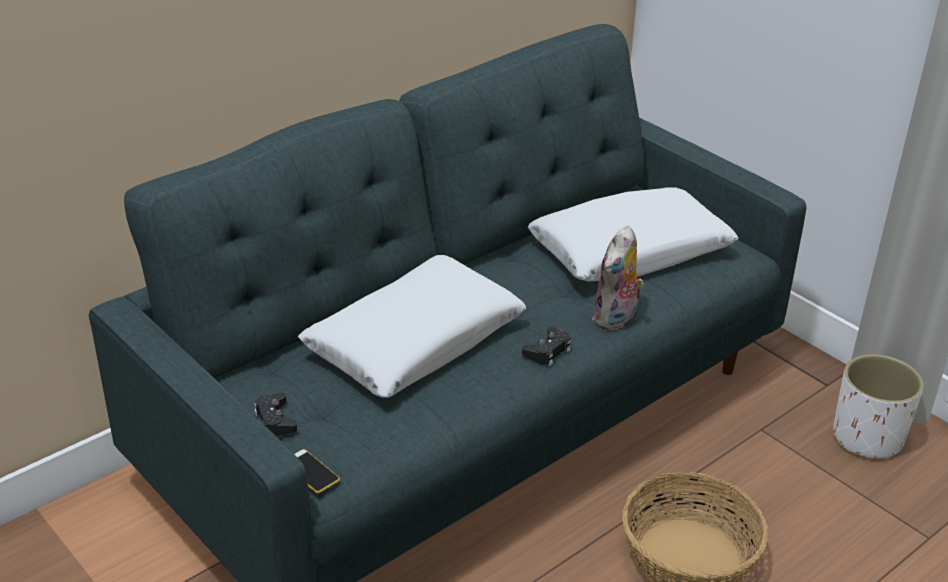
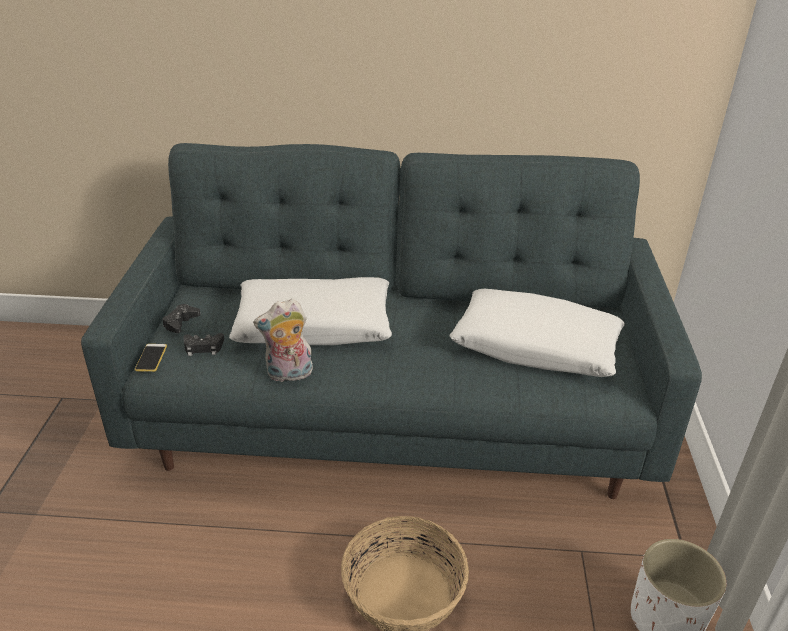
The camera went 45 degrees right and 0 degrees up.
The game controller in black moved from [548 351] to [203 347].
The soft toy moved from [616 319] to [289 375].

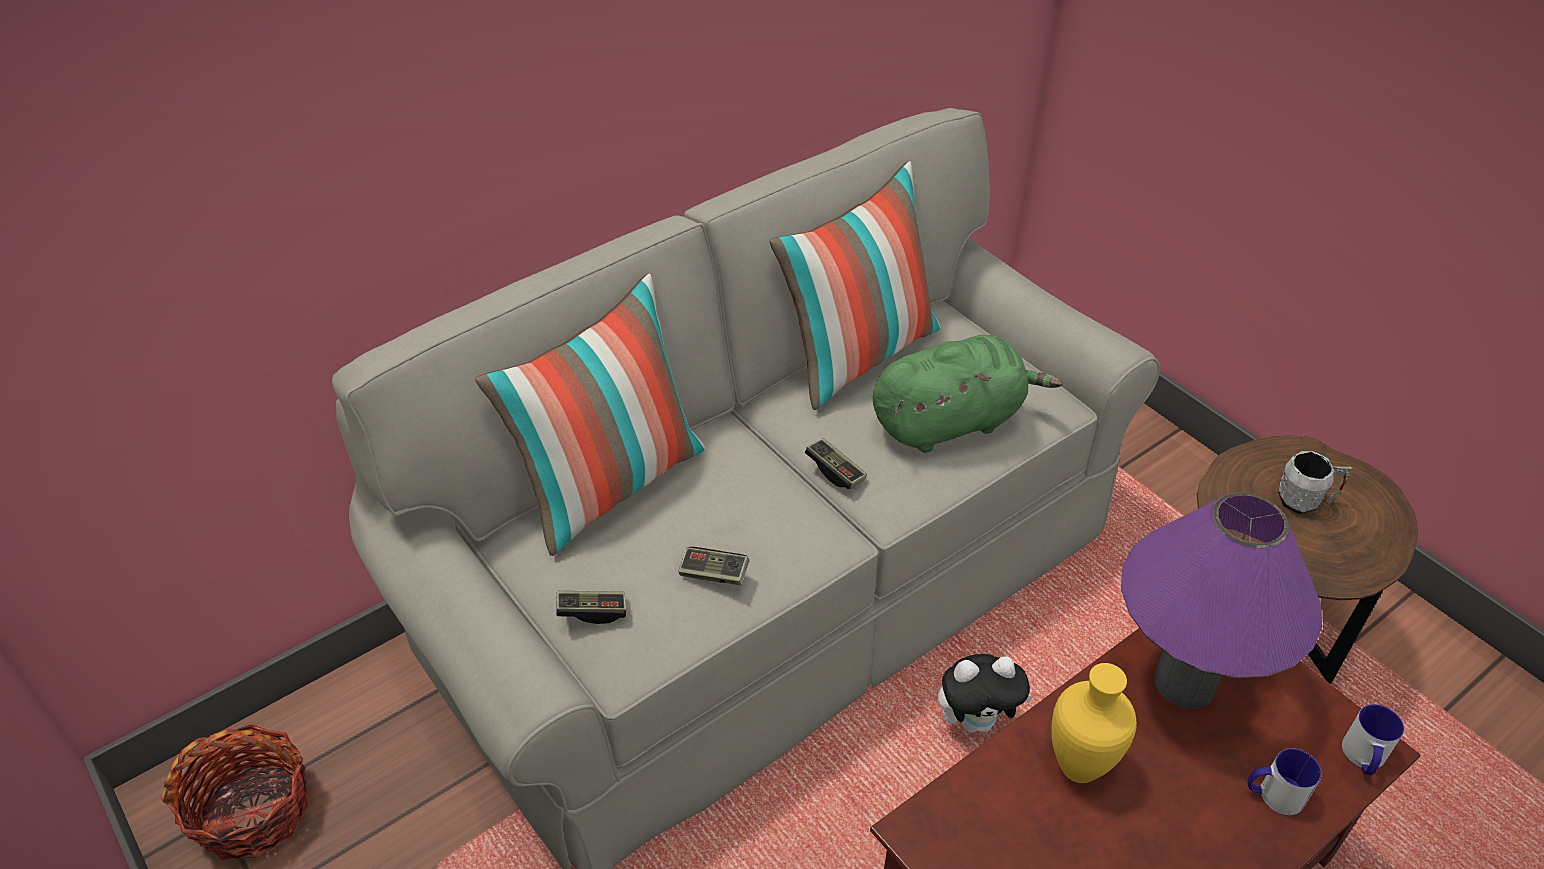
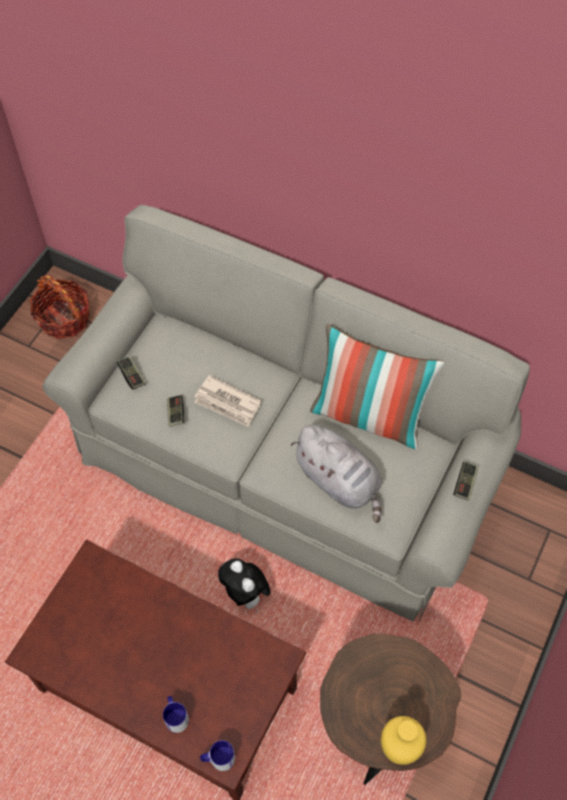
The camera went 65 degrees right and 15 degrees up.
The cushion at [610 484] disappeared.
The game controller moved from [835 471] to [465 483].
The soft toy in greenish at [951 421] became the soft toy in grey at [340 481].
The flower vase in yellow moved from [1080 766] to [400 750].
The tabletop lamp in purple at [1184 683] disappeared.
The tea mug in grey at [1305 501] disappeared.
The printed paper at [227 403] appeared.

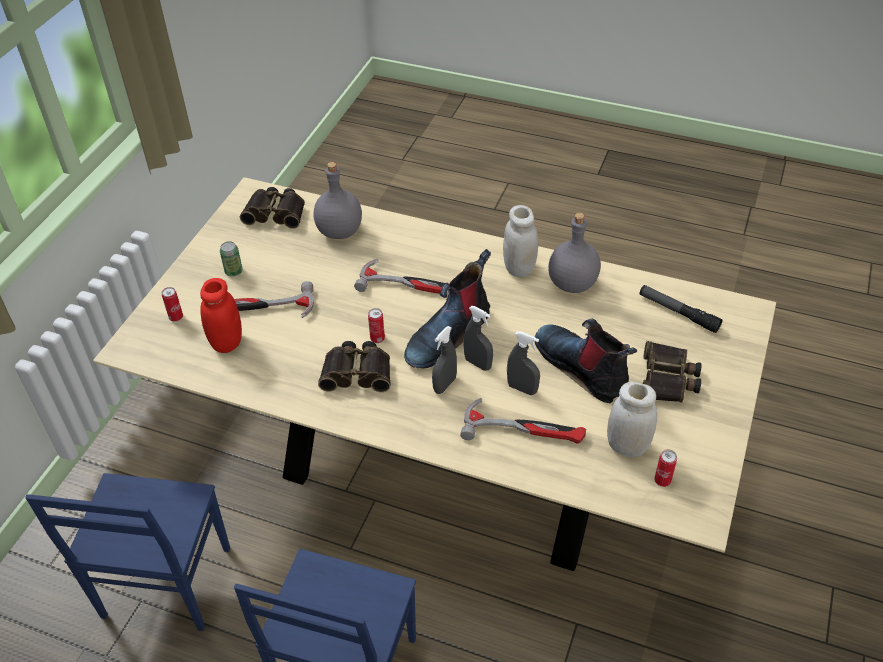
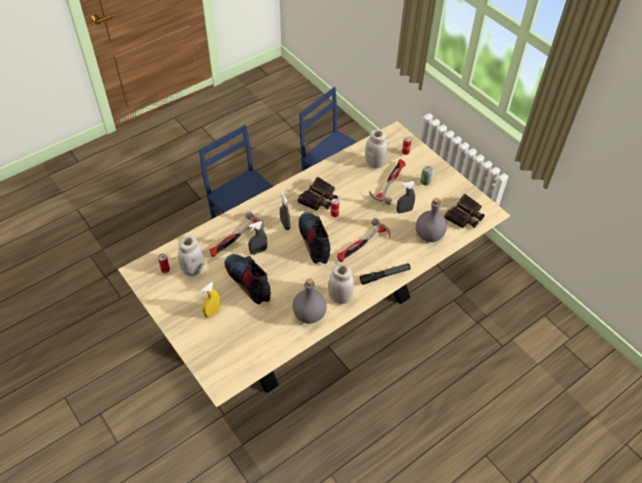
The camera went 120 degrees right and 5 degrees up.
The preserve jar in reddish at [226 342] became the preserve jar in whitish at [374 163].
The sprayer in grey moved from [478 363] to [404 211].
The boot at [582 368] turned 120 degrees counterclockwise.
The hand torch moved from [678 312] to [385 276].
The field glasses at [668 379] was replaced by the sprayer in yellow at [212 312].

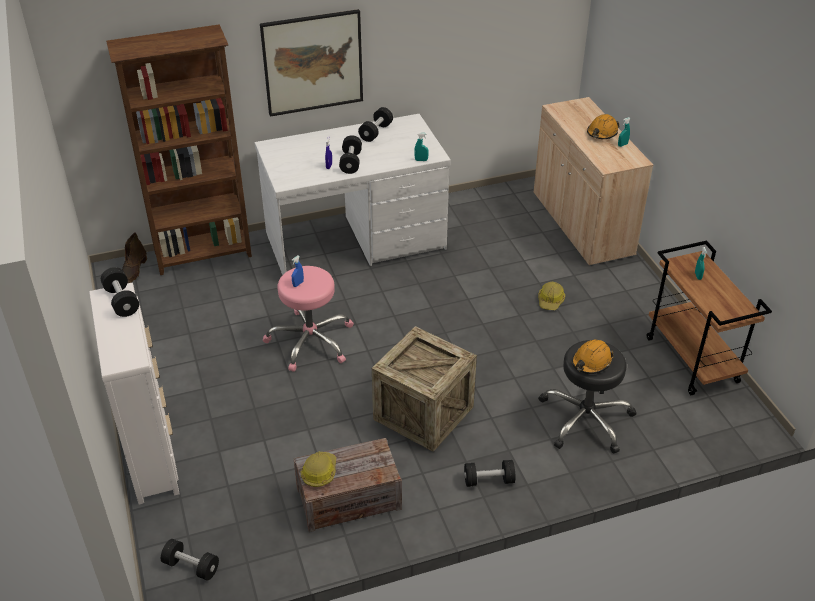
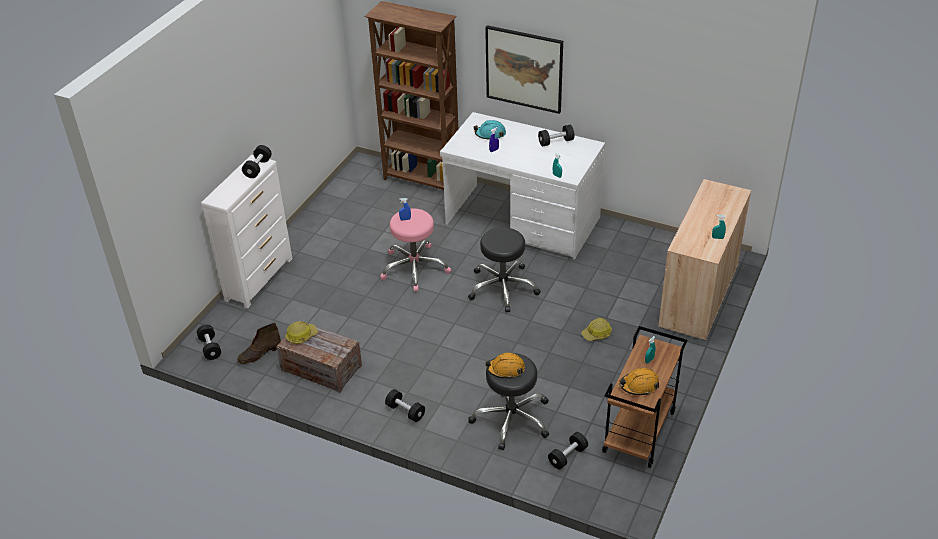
The camera went 45 degrees right and 0 degrees up.
The boot in brown moved from [133 271] to [259 354].
The dumbbell in black moved from [351 162] to [567 456].
The packing crate at [423 413] disappeared.
The safety helmet in orange-coloured moved from [602 133] to [639 385].
The sitting stool in black at [503 288] appeared.
The safety helmet in turquoise at [490 134] appeared.

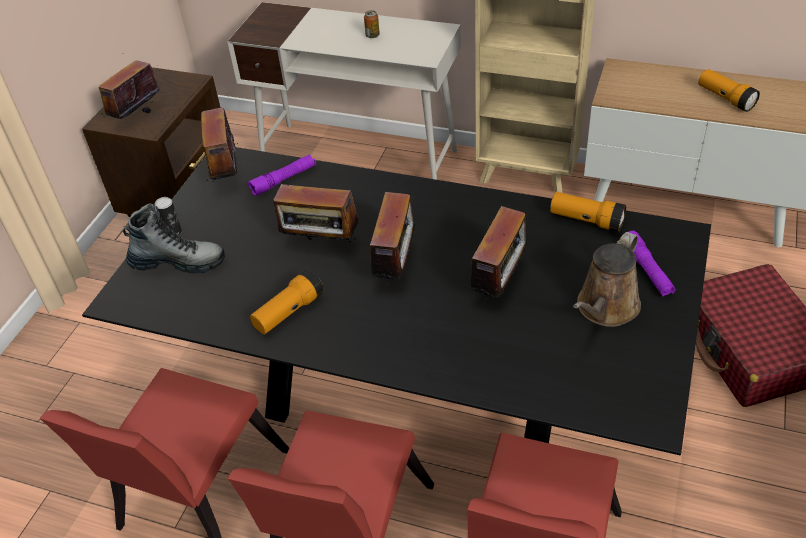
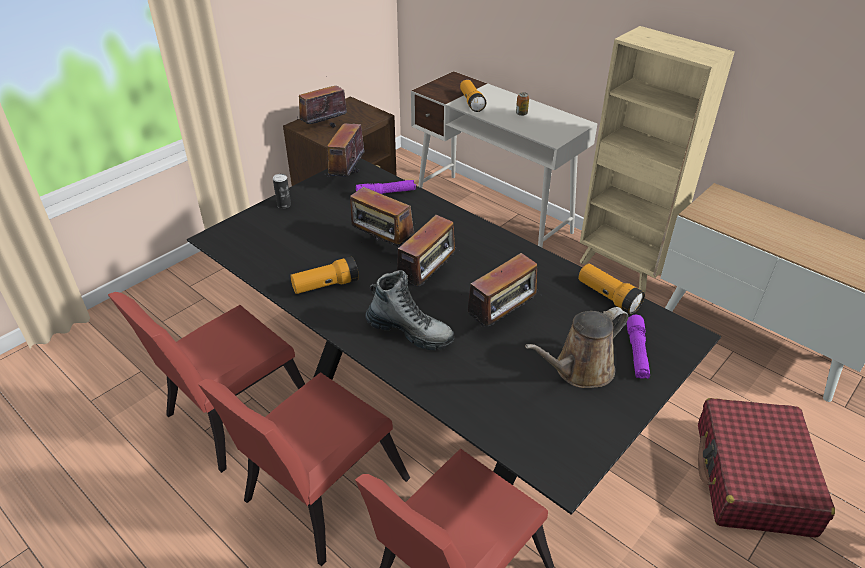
The camera went 20 degrees right and 5 degrees down.
The boot moved from [178 262] to [410 332].
The hand torch moved from [725 98] to [471 102].

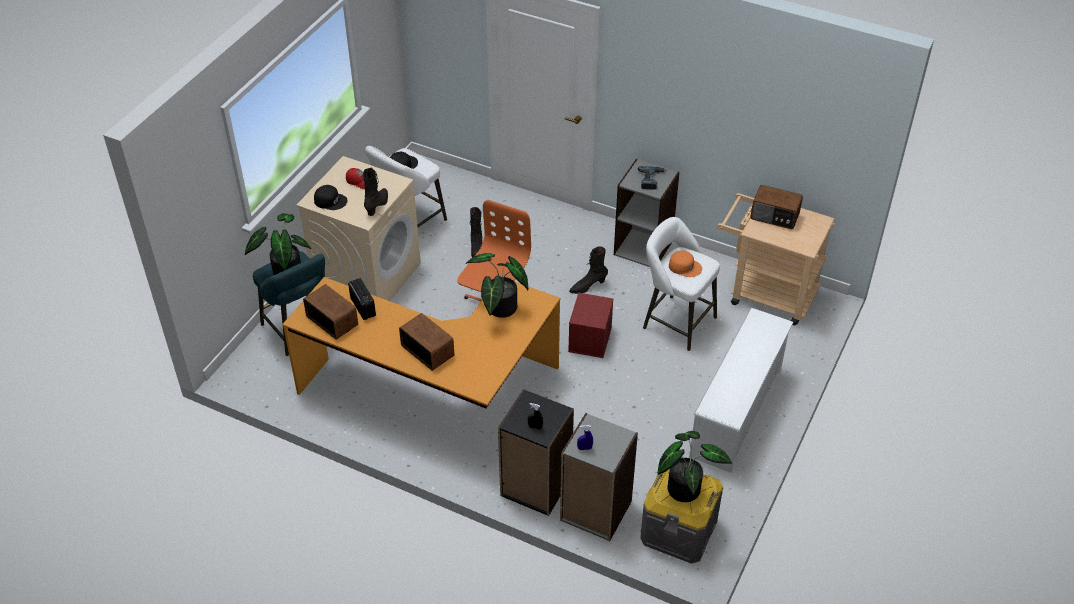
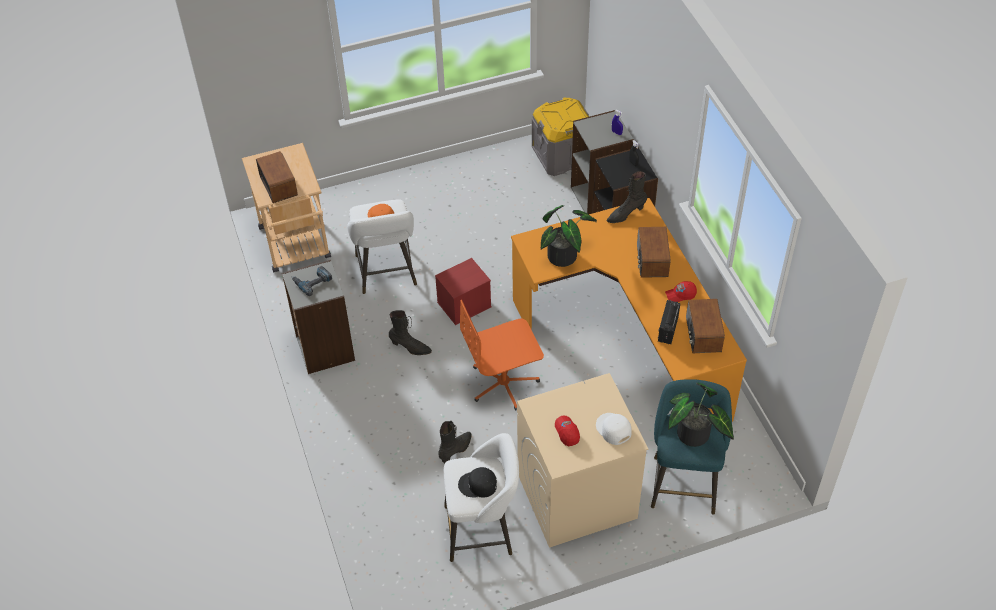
The camera went 135 degrees left and 5 degrees up.
The peaked cap in black at [330 200] became the peaked cap in whitish at [613 429].
The boot in black moved from [377 205] to [626 214].
The potted plant at [685 486] disappeared.
The shoe stand in whitish at [737 414] disappeared.
The peaked cap in reddish at [680 295] appeared.

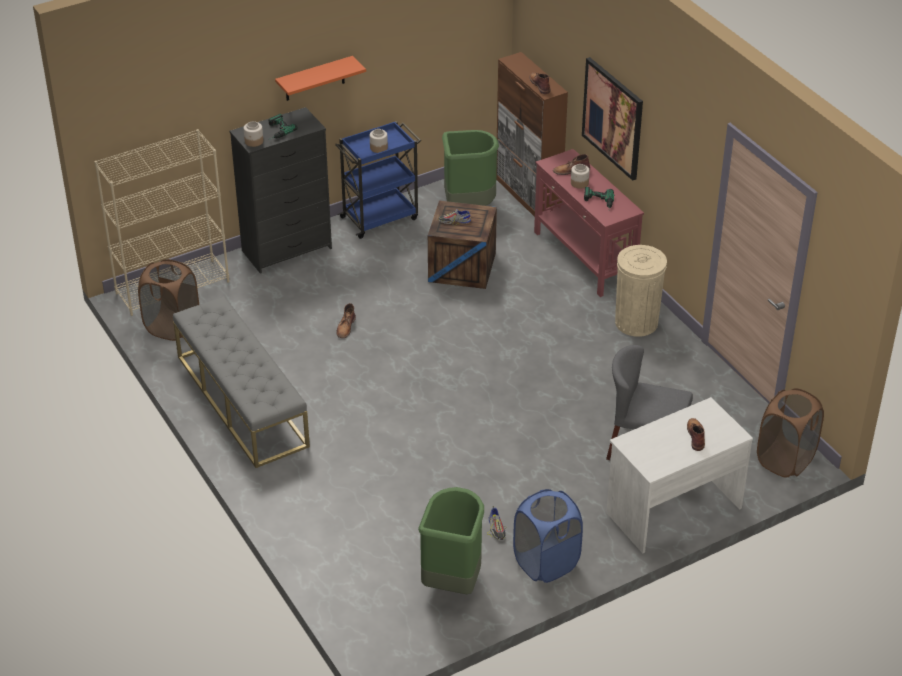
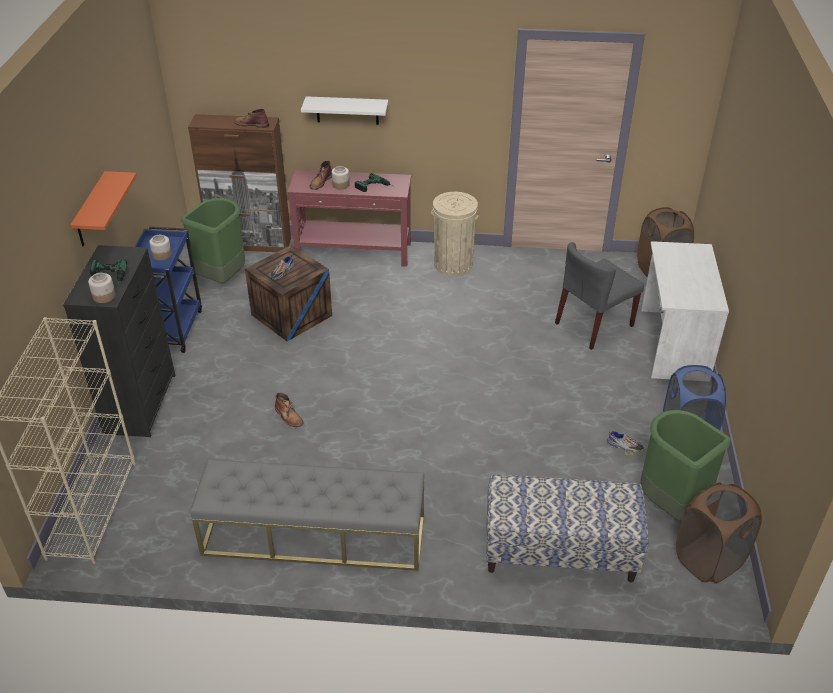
The camera went 55 degrees left and 0 degrees up.
The hamper in brown moved from [172 327] to [709 560].
The wall art at [613 118] was replaced by the shelf in whitish at [347 110].
The boot in brown at [696 435] disappeared.
The indoor bench at [559 552] appeared.

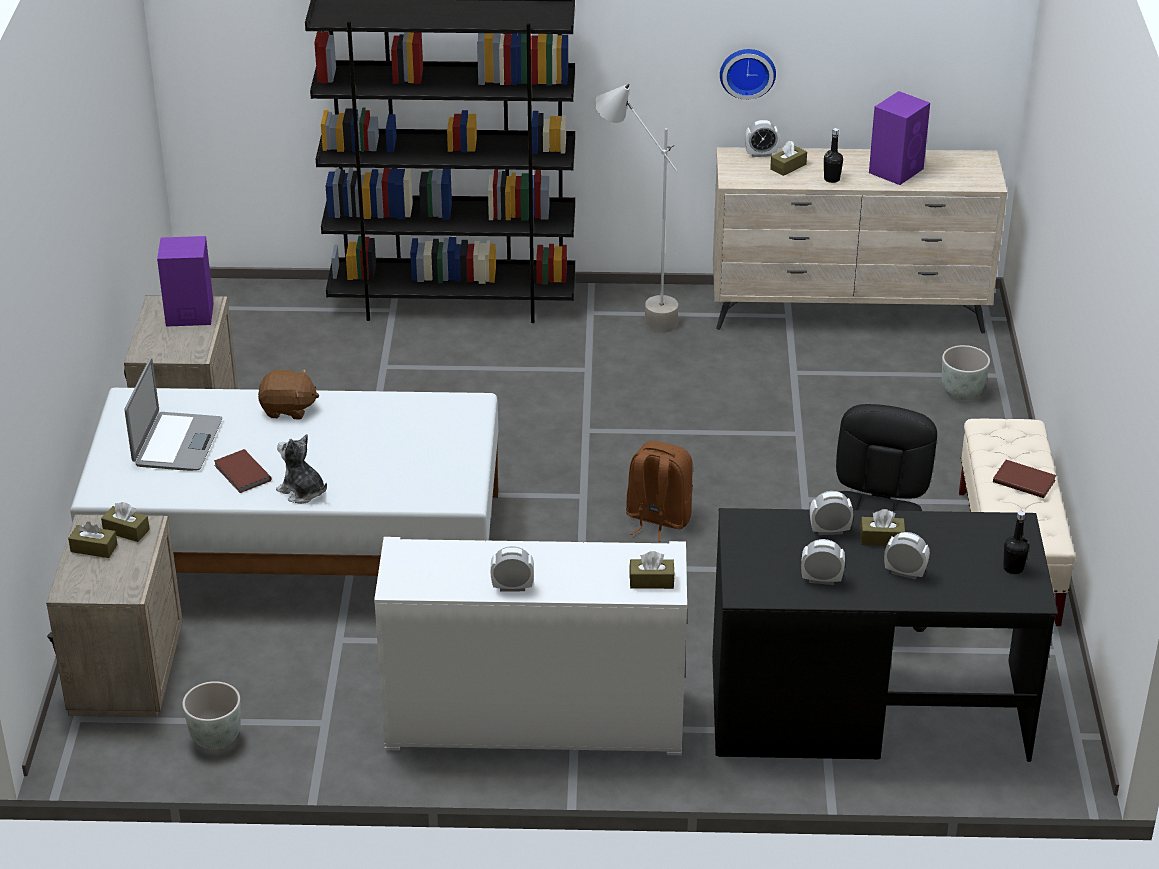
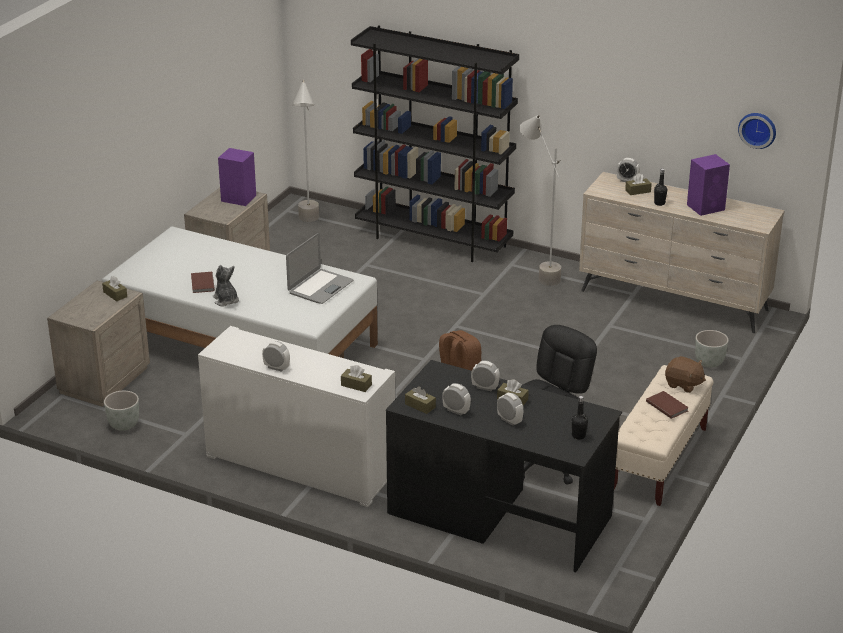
The camera went 25 degrees right and 5 degrees down.
The tissue box in brown moved from [94 548] to [420 405].
The portable computer moved from [177 443] to [320 287].
The soft toy in brown moved from [288 409] to [683 384].
The hanging clock moved from [747 72] to [758 129].
The standing lamp in grey at [309 225] appeared.

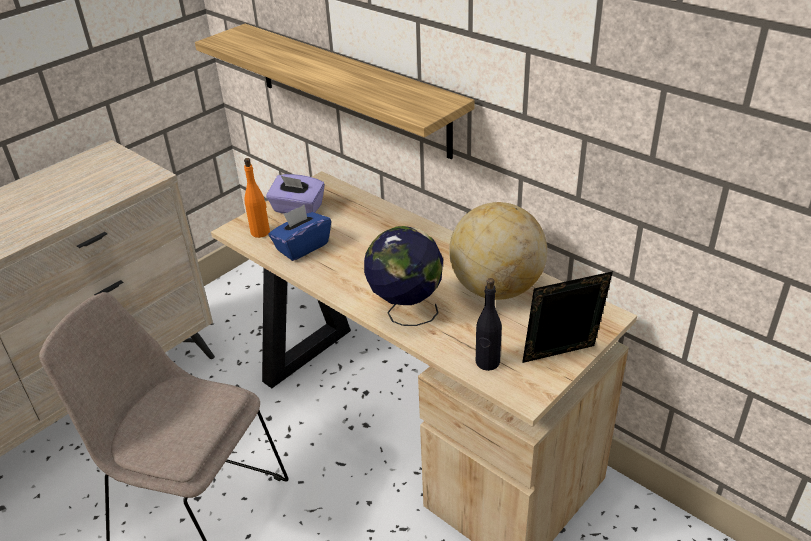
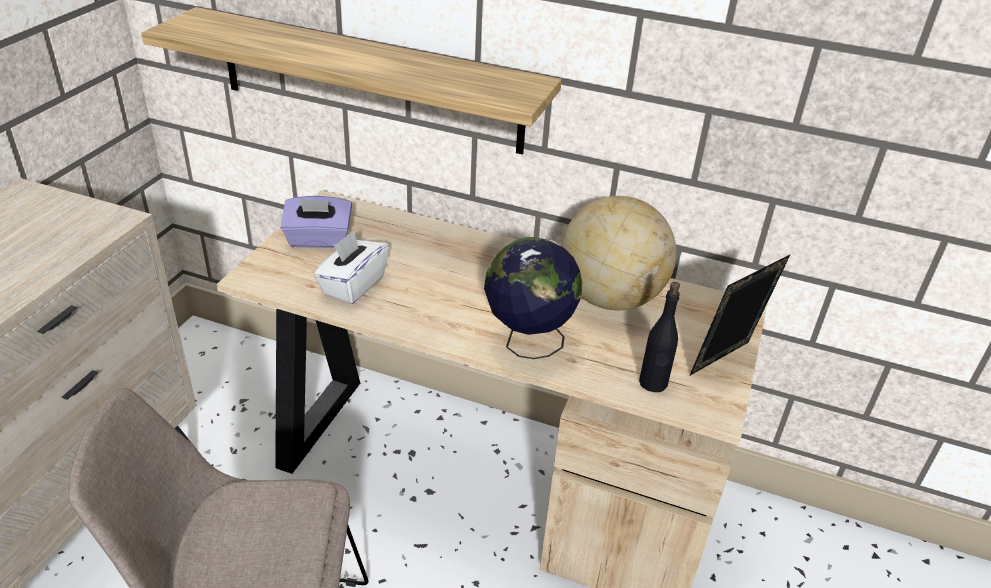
The camera went 25 degrees left and 0 degrees up.
The beverage bottle in orange-coloured at [260 232] disappeared.
The tissue box in bluish at [302 247] became the tissue box in whitish at [353 285].

